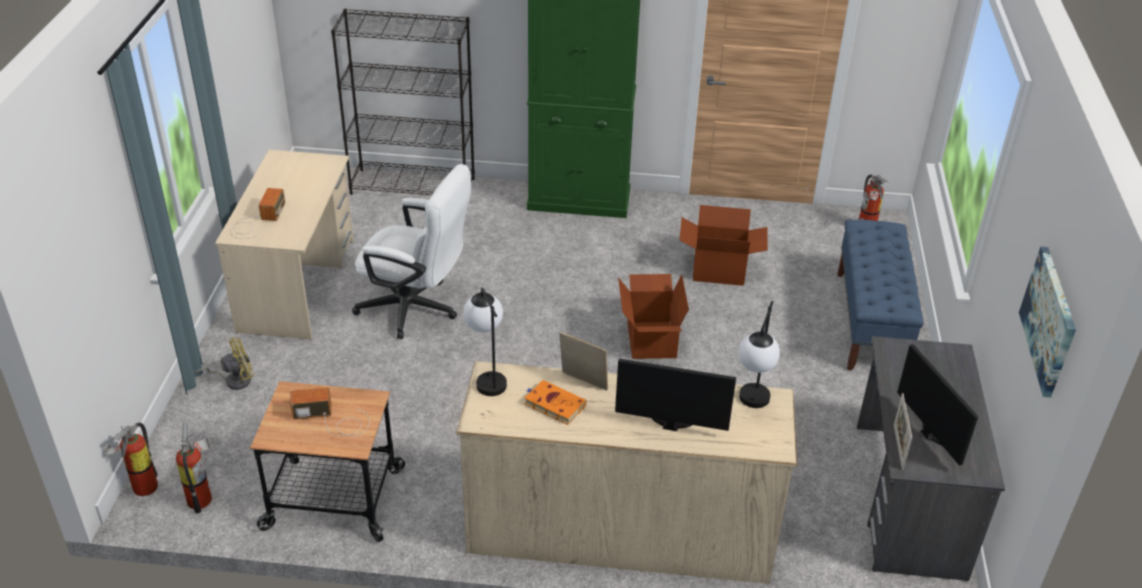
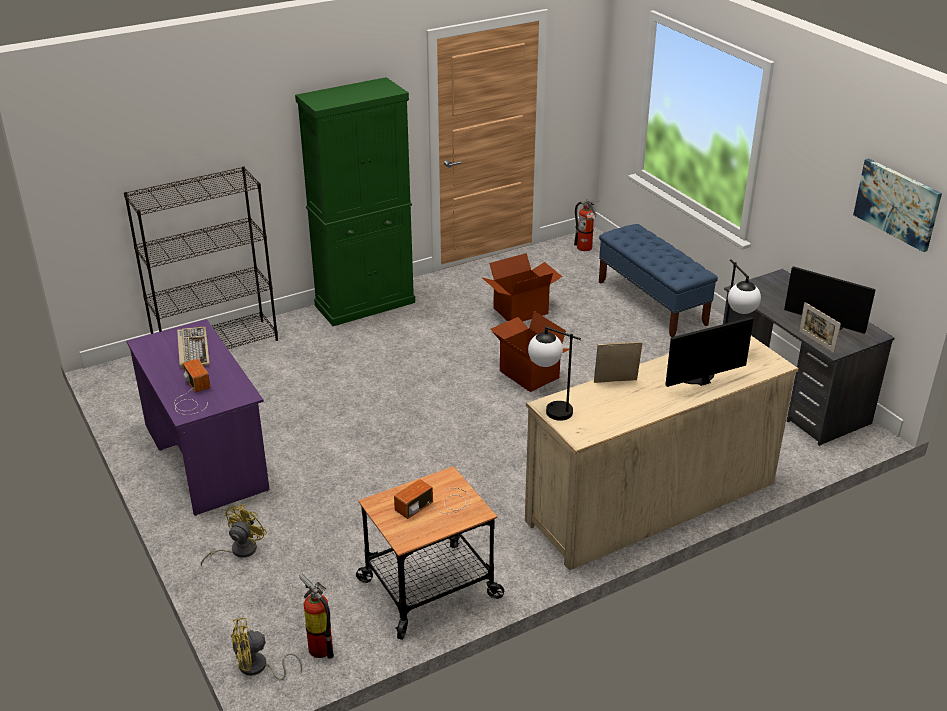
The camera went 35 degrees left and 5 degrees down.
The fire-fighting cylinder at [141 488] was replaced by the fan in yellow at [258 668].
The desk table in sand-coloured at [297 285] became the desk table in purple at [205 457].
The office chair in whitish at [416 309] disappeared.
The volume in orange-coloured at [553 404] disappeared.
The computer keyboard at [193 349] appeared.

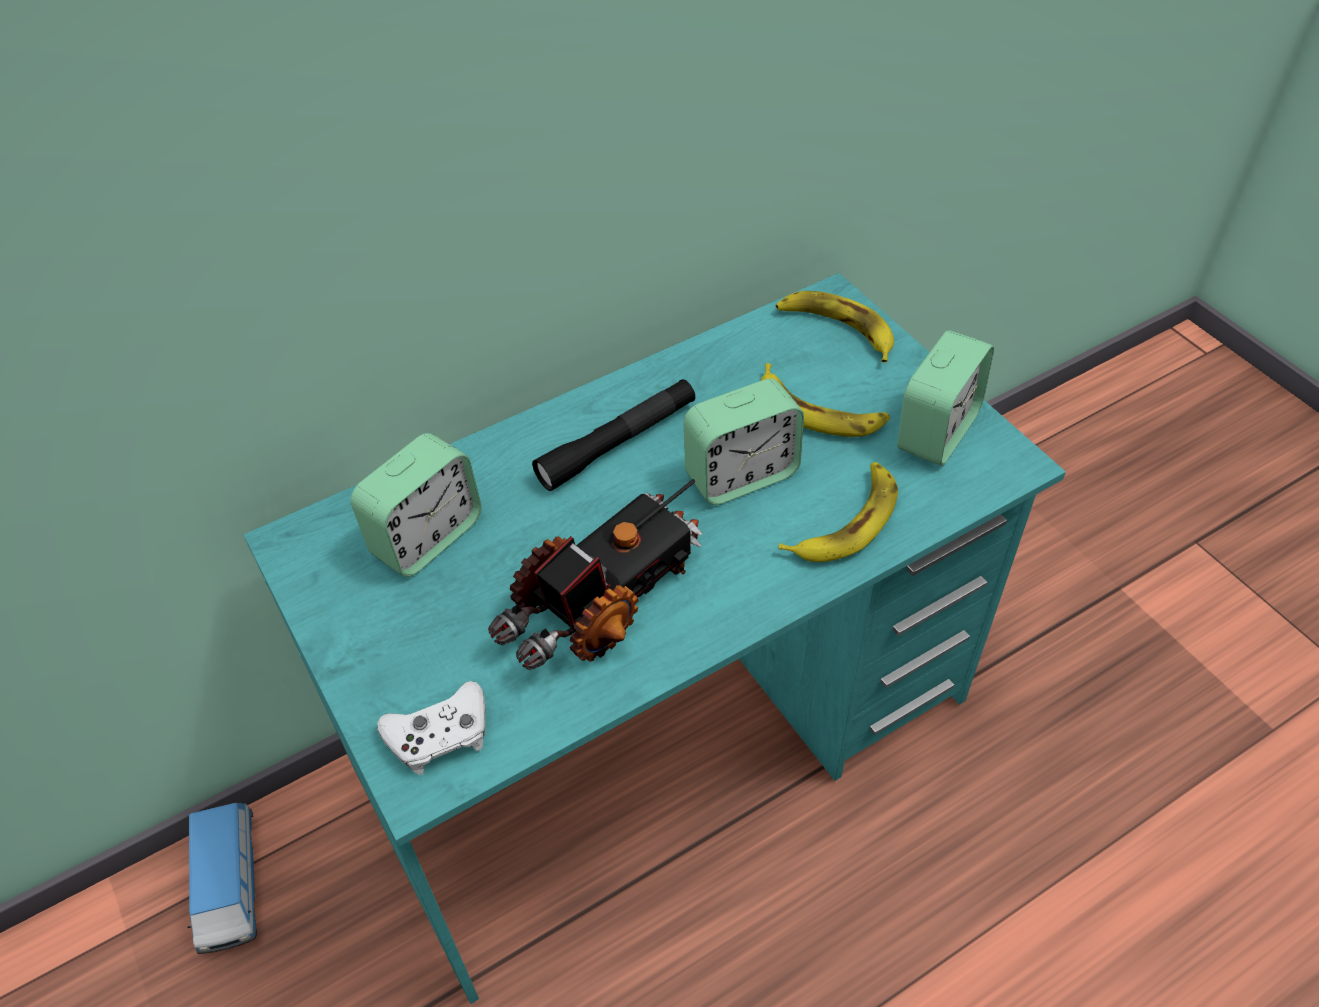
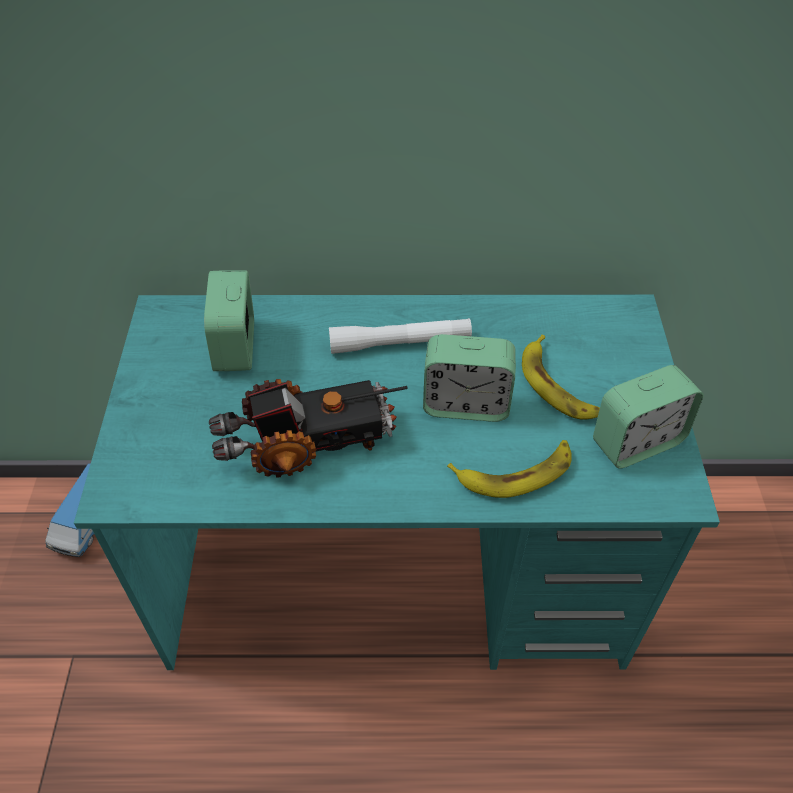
The camera went 30 degrees right and 0 degrees up.
The bedside clock at [427 537] turned 105 degrees clockwise.
The game controller in whitish at [440 735] disappeared.
The hand torch in black at [618 443] became the hand torch in whitish at [400 343].
The banana at [836 329] disappeared.

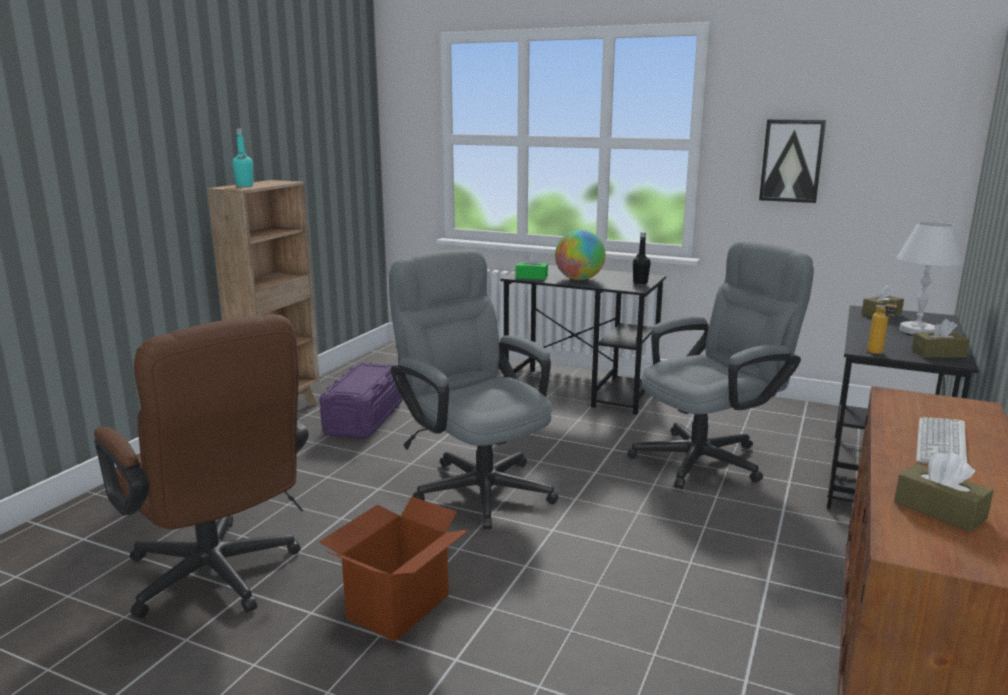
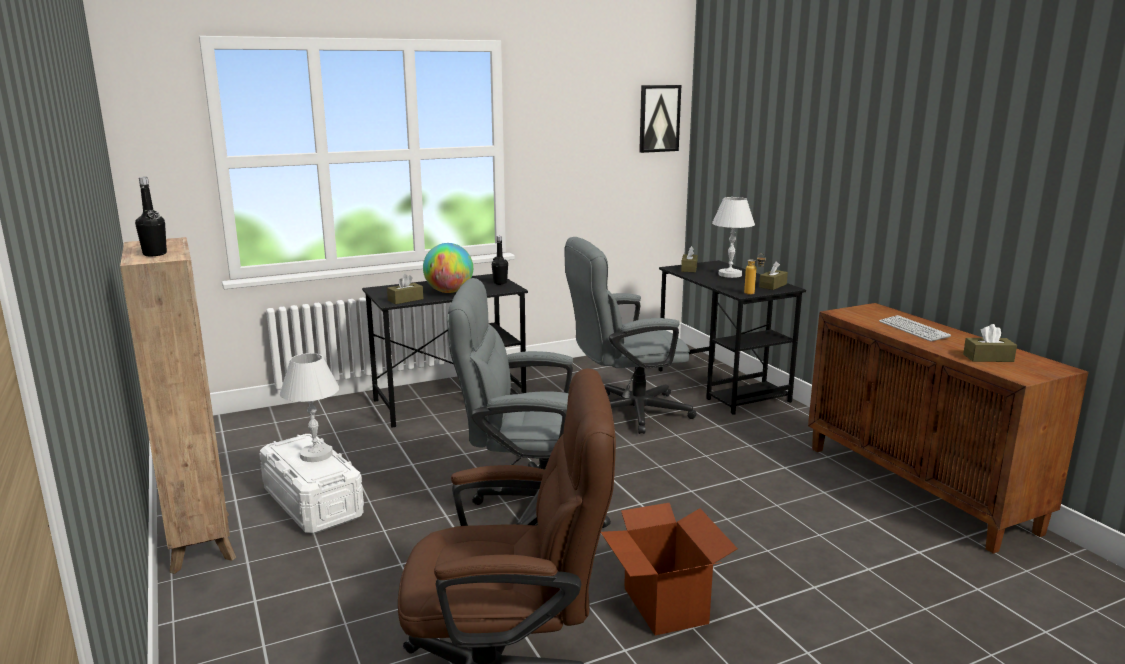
The camera went 50 degrees left and 0 degrees up.
The beverage bottle in turquoise at [244 186] became the beverage bottle in black at [155 254].
The storage box in purple at [364 418] became the storage box in whitish at [313 502].
The tissue box in greenish at [531 277] became the tissue box in brown at [405 300].
The office chair in grey at [709 458] turned 120 degrees counterclockwise.
The wall art moved from [791 161] to [659 118].
The tabletop lamp in whitish at [316 454] appeared.

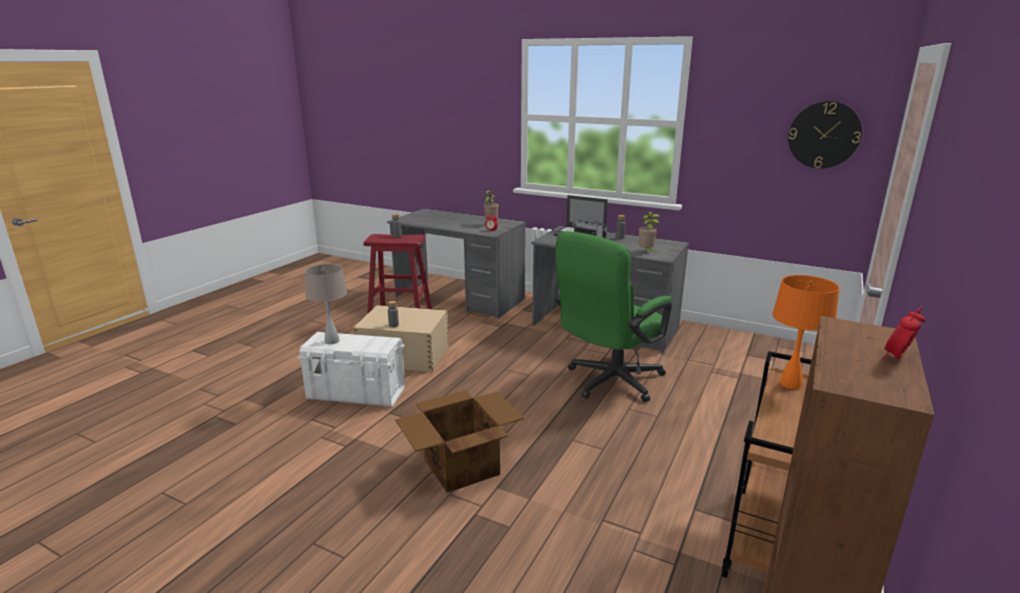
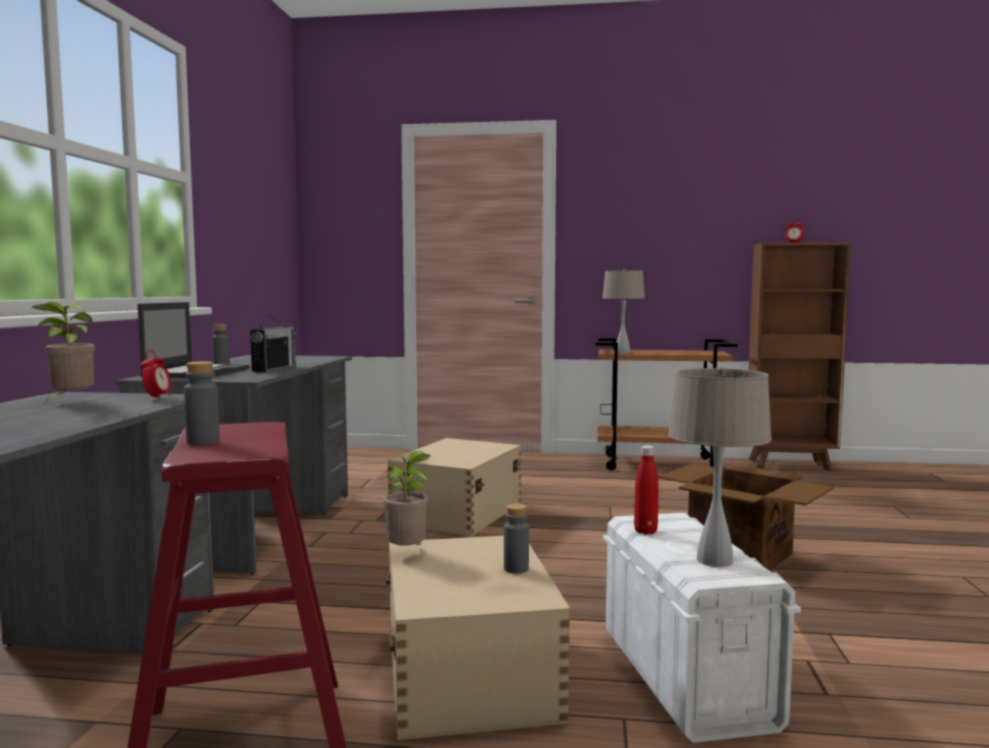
The camera went 110 degrees left and 15 degrees down.
The office chair in greenish at [608 383] was replaced by the storage box in sand-coloured at [456 513].
The potted plant moved from [646 252] to [408 554].
The tabletop lamp in orange-coloured at [790 384] became the tabletop lamp in sand-coloured at [622 352].
The hanging clock at [824 135] disappeared.
The beverage bottle in reddish at [645 531] appeared.

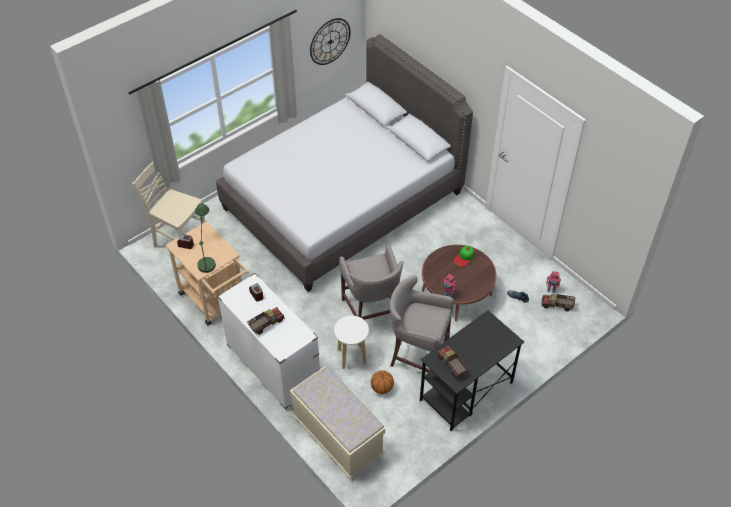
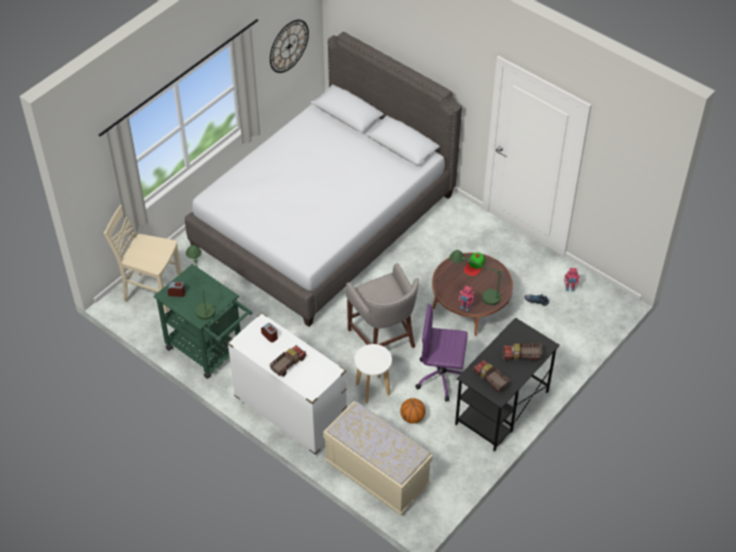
The camera went 10 degrees left and 0 degrees up.
The cart in sand-coloured at [216 301] became the cart in greenish at [210 351].
The sitting stool in grey at [417 354] was replaced by the office chair in purple at [442 377].
The toy truck moved from [557 306] to [521 356].
The tabletop lamp in greenish at [475 292] appeared.

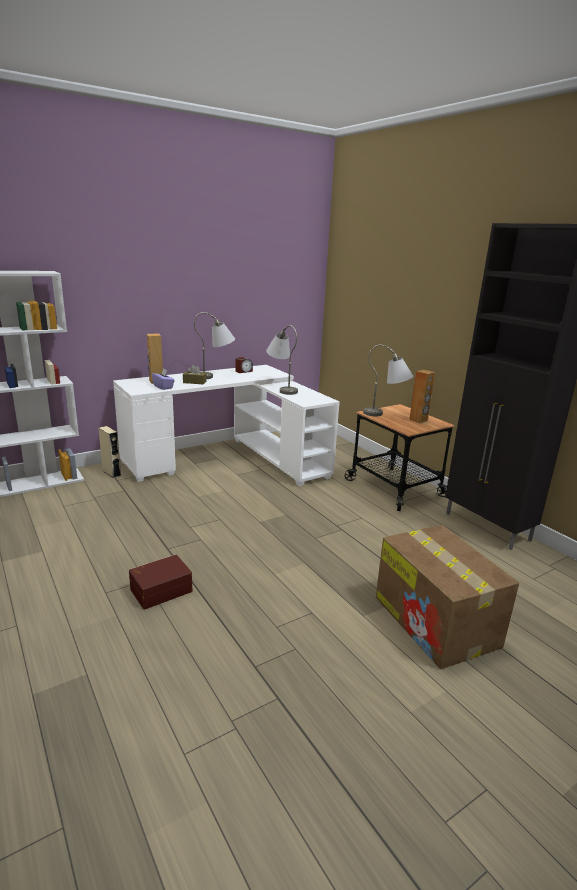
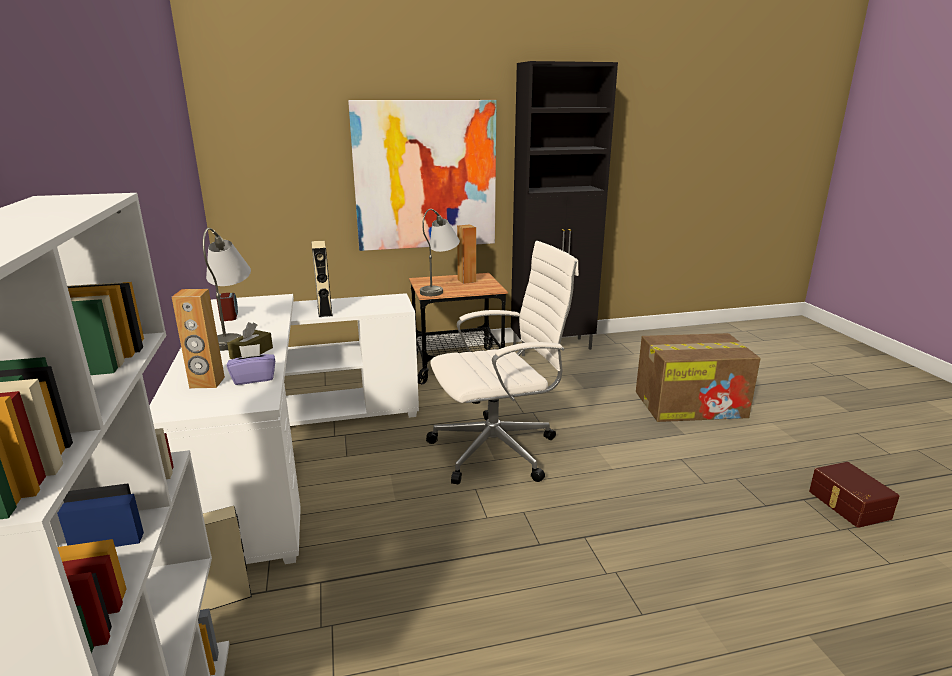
The camera went 70 degrees left and 0 degrees up.
The storage box in brown moved from [160 589] to [847 505].
The tabletop lamp in grey at [281 388] was replaced by the speaker in sand-coloured at [325 311].
The wall art at [425 176] appeared.
The office chair in whitish at [498 450] appeared.

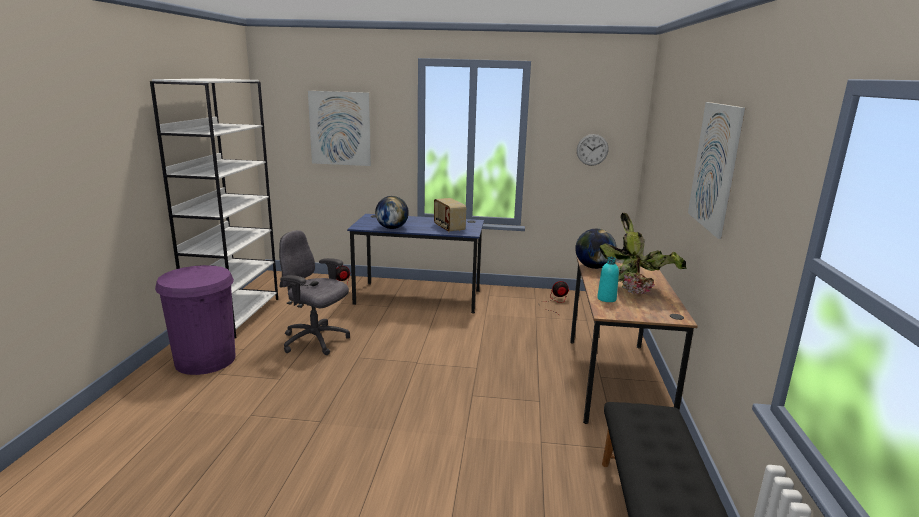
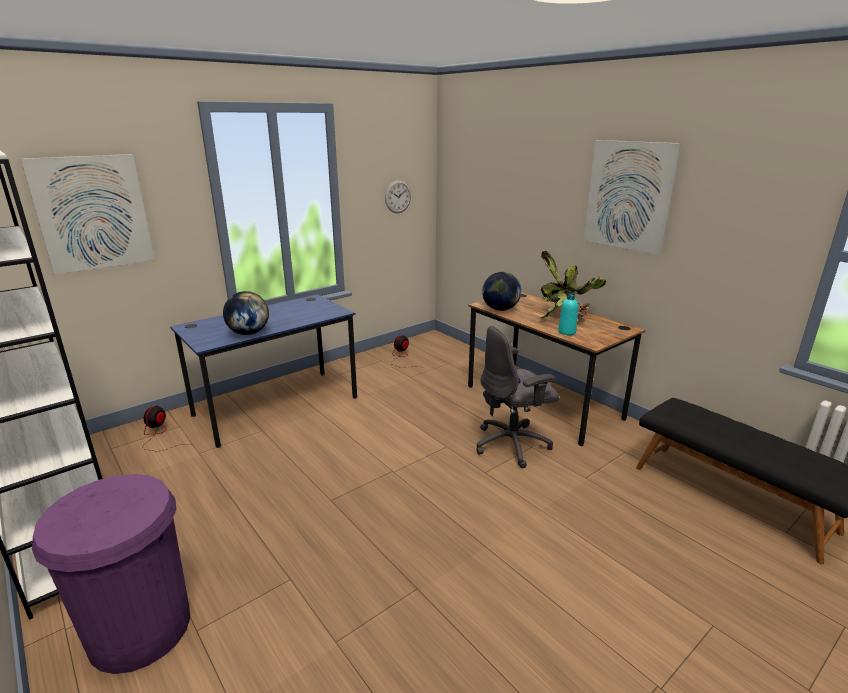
The camera went 45 degrees left and 5 degrees up.
The office chair in grey moved from [315 341] to [513 444].
The radio receiver at [448 228] disappeared.

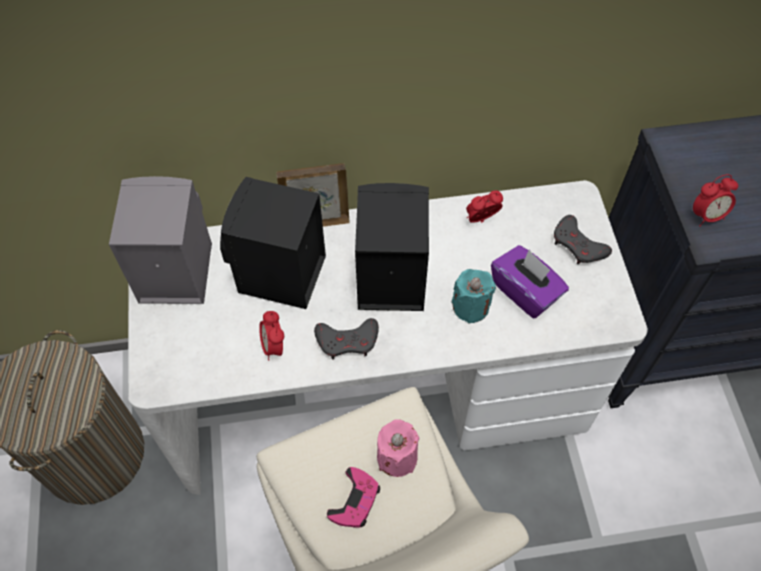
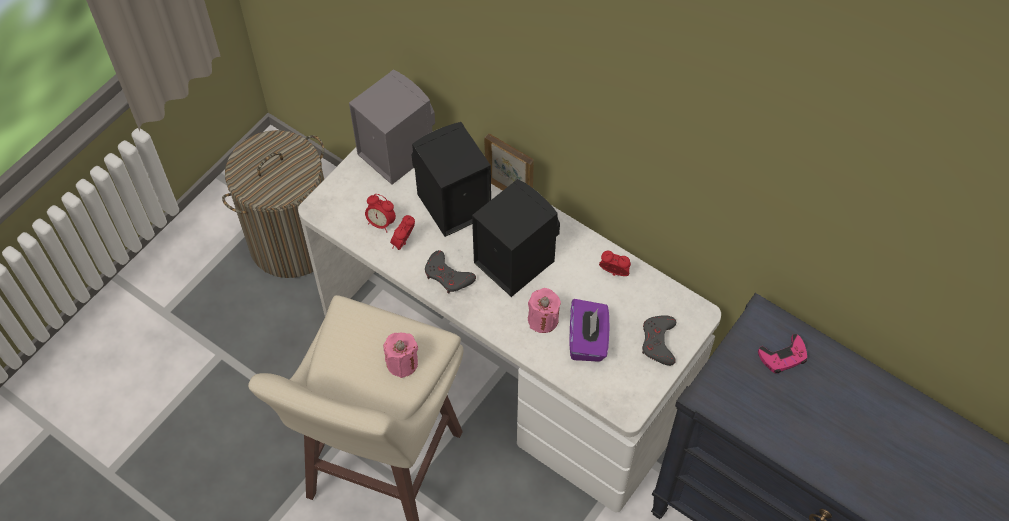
The camera went 45 degrees right and 0 degrees up.
The game controller in pinkish moved from [355 500] to [783 356].
The wax light in turquoise at [471 306] became the wax light in pinkish at [543 319].
The bedside clock moved from [707 216] to [381 223].

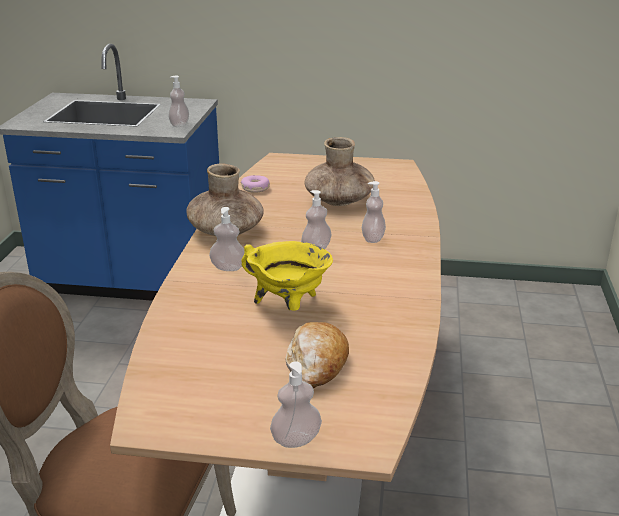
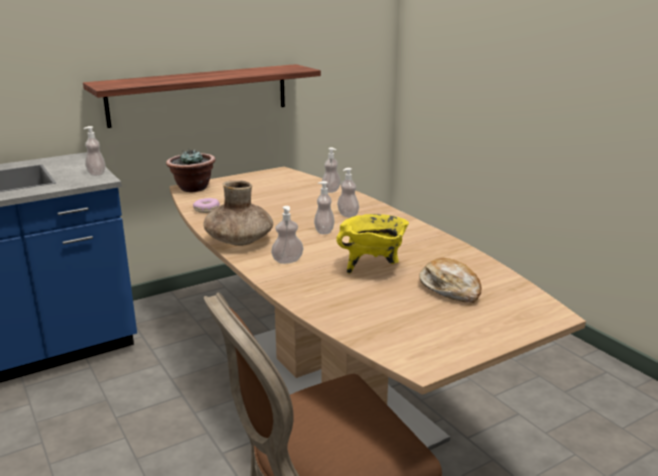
The camera went 40 degrees left and 5 degrees down.
The soap bottle moved from [296 440] to [331 190].
The flower vase in brown at [339 200] disappeared.
The shelf at [200 94] appeared.
The potted plant at [193 188] appeared.

